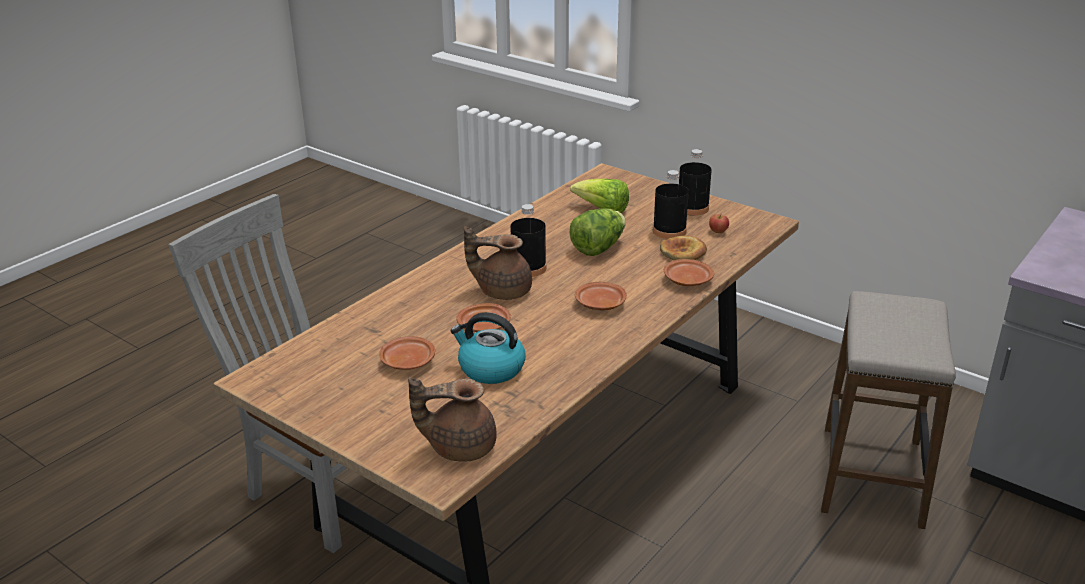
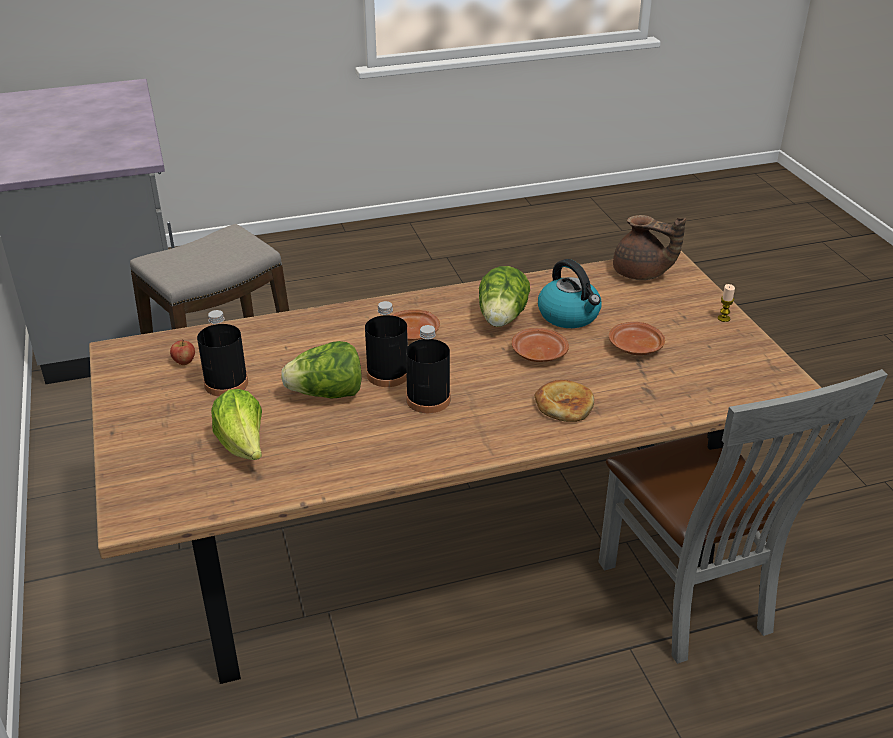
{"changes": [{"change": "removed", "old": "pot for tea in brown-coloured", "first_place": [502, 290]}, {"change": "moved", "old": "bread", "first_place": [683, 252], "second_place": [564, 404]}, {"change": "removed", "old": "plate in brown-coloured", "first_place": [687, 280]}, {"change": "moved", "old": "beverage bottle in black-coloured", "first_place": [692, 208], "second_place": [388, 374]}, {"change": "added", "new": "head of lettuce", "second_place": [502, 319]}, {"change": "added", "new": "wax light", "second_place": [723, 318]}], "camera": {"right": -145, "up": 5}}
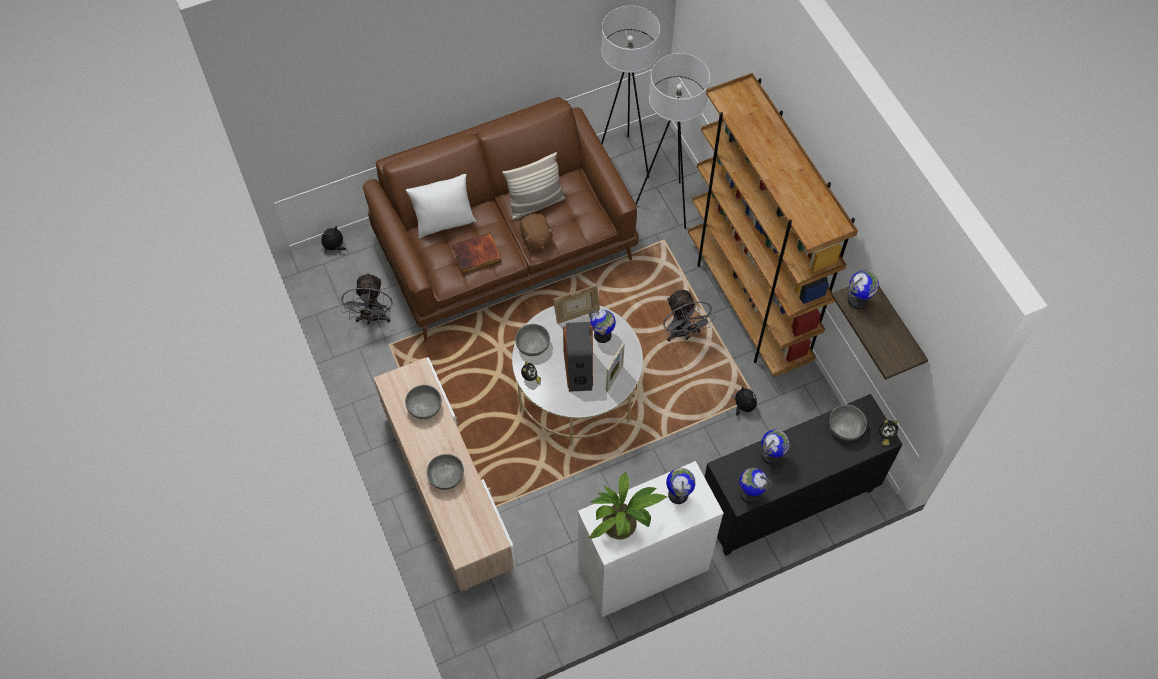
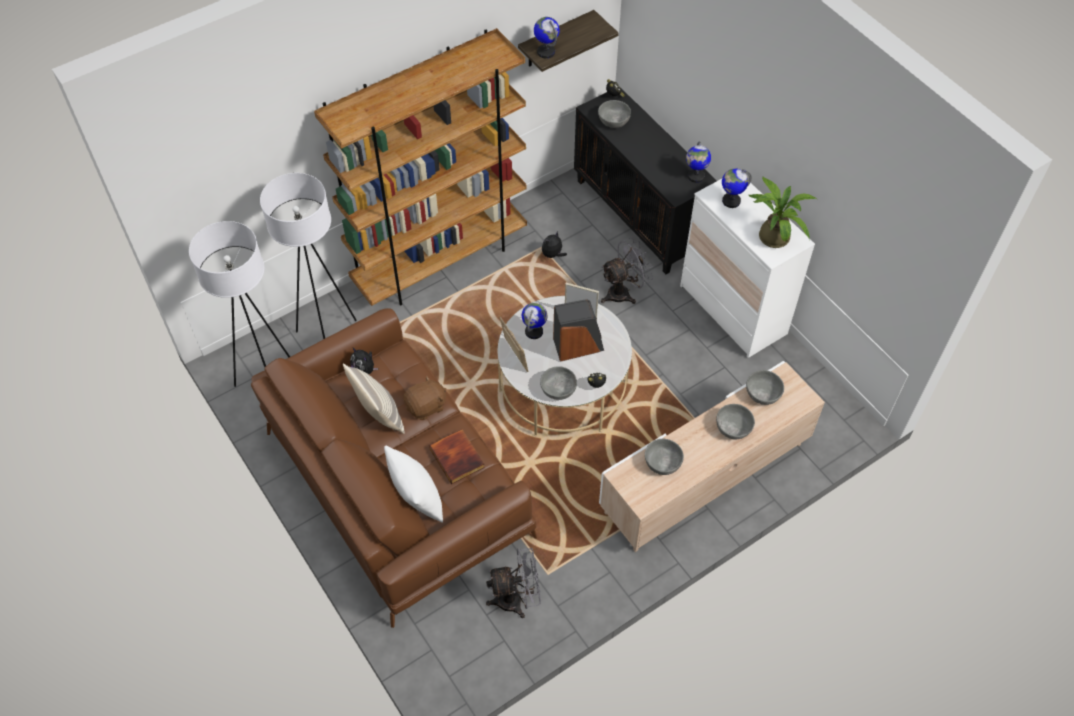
{"changes": [{"change": "moved", "old": "cuddly toy", "first_place": [334, 247], "second_place": [365, 369]}, {"change": "moved", "old": "fan in grey", "first_place": [682, 333], "second_place": [623, 292]}, {"change": "removed", "old": "desk globe", "first_place": [771, 455]}, {"change": "added", "new": "bowl in grey", "second_place": [763, 393]}], "camera": {"right": -100, "up": -5}}
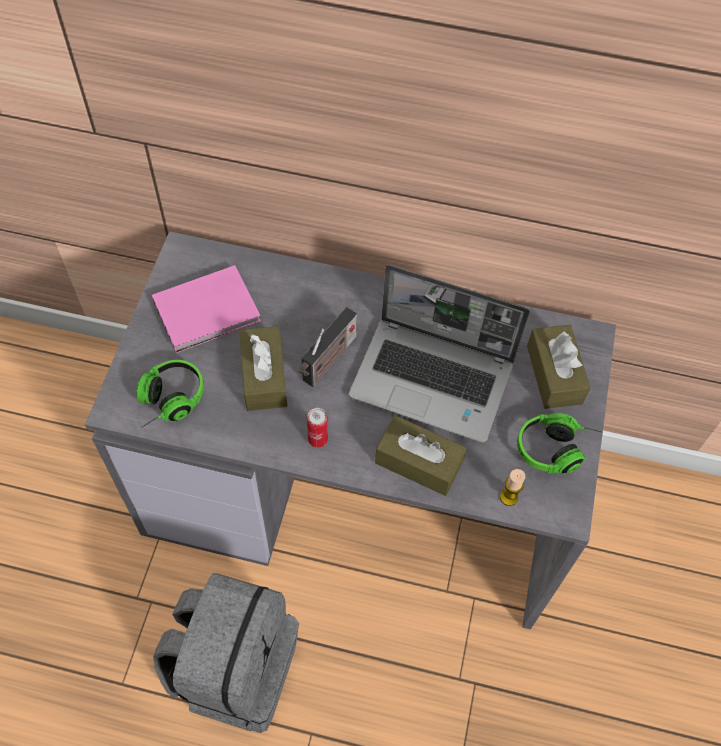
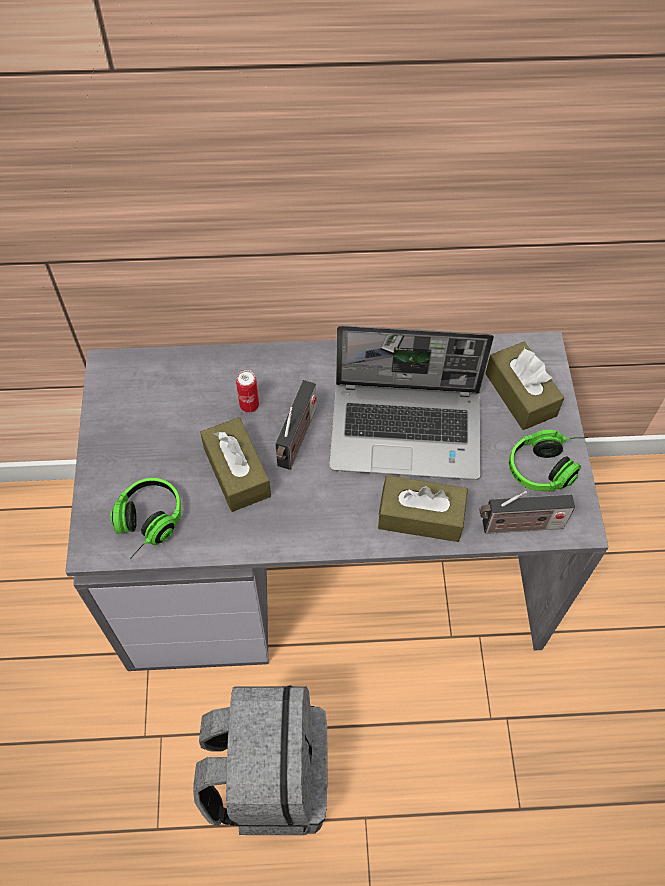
{"changes": [{"change": "removed", "old": "volume in pink", "first_place": [210, 311]}, {"change": "moved", "old": "sealed can", "first_place": [318, 439], "second_place": [249, 405]}, {"change": "replaced", "old": "wax light", "new": "radio", "first_place": [508, 497], "second_place": [519, 526]}], "camera": {"right": -15, "up": 0}}
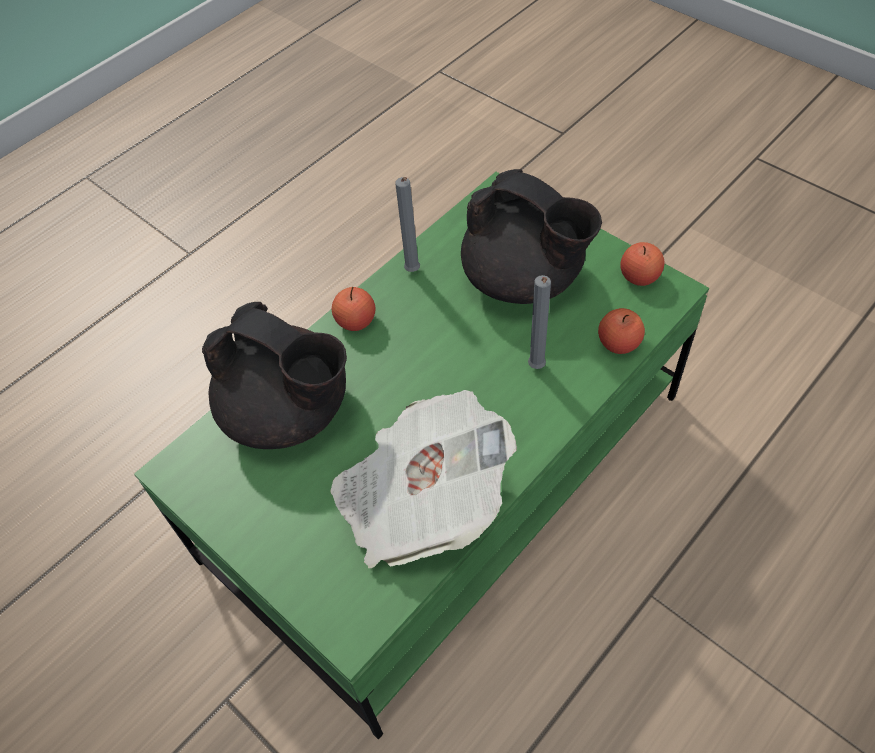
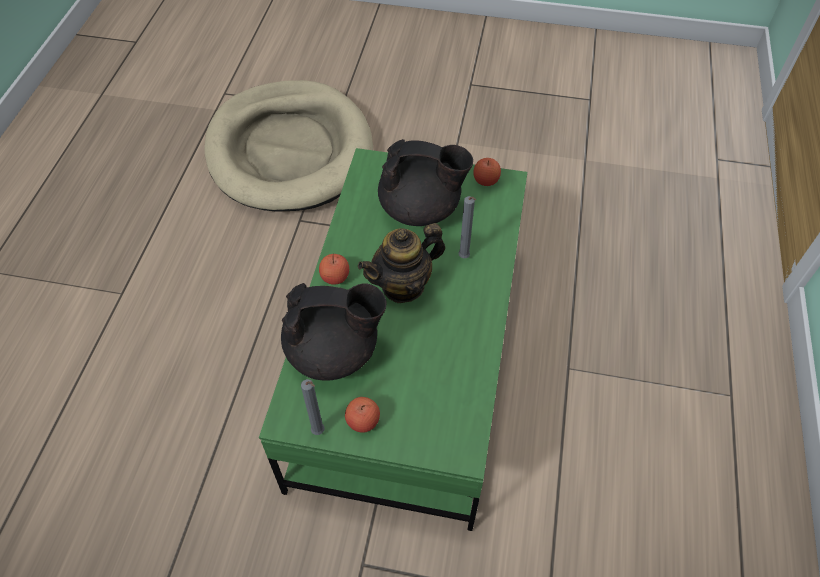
{"changes": [{"change": "removed", "old": "newspaper", "first_place": [420, 500]}, {"change": "moved", "old": "wax light in grey", "first_place": [413, 272], "second_place": [319, 432]}, {"change": "moved", "old": "apple fruit", "first_place": [618, 343], "second_place": [363, 421]}, {"change": "added", "new": "dog cushion in beige-coloured", "second_place": [290, 150]}, {"change": "added", "new": "pot for tea", "second_place": [403, 285]}], "camera": {"right": -35, "up": 0}}
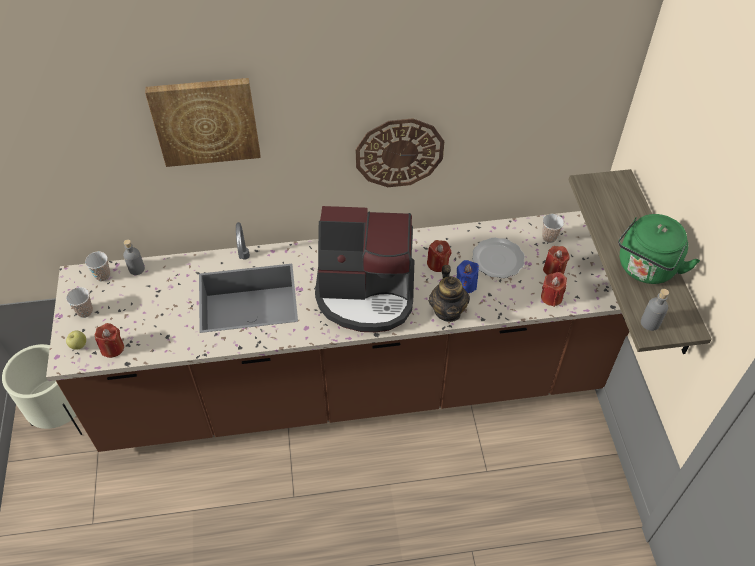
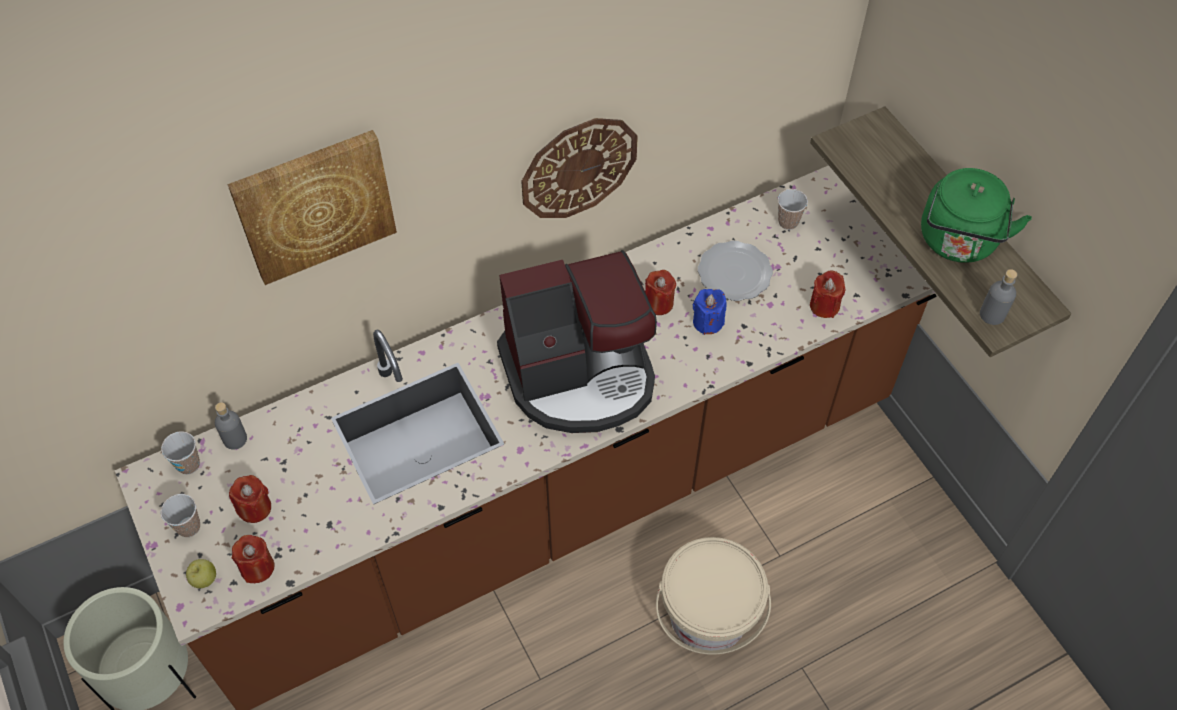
{"changes": [{"change": "removed", "old": "pot for tea", "first_place": [448, 311]}, {"change": "moved", "old": "wax light in red-coloured", "first_place": [554, 270], "second_place": [254, 508]}, {"change": "added", "new": "bucket in beige-coloured", "second_place": [708, 616]}], "camera": {"right": -20, "up": 5}}
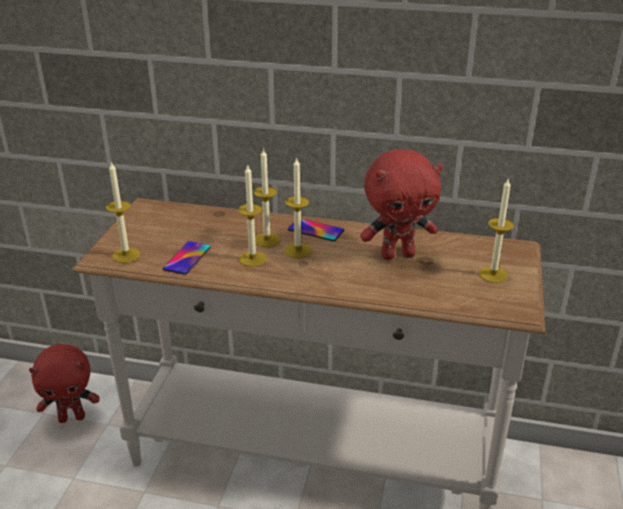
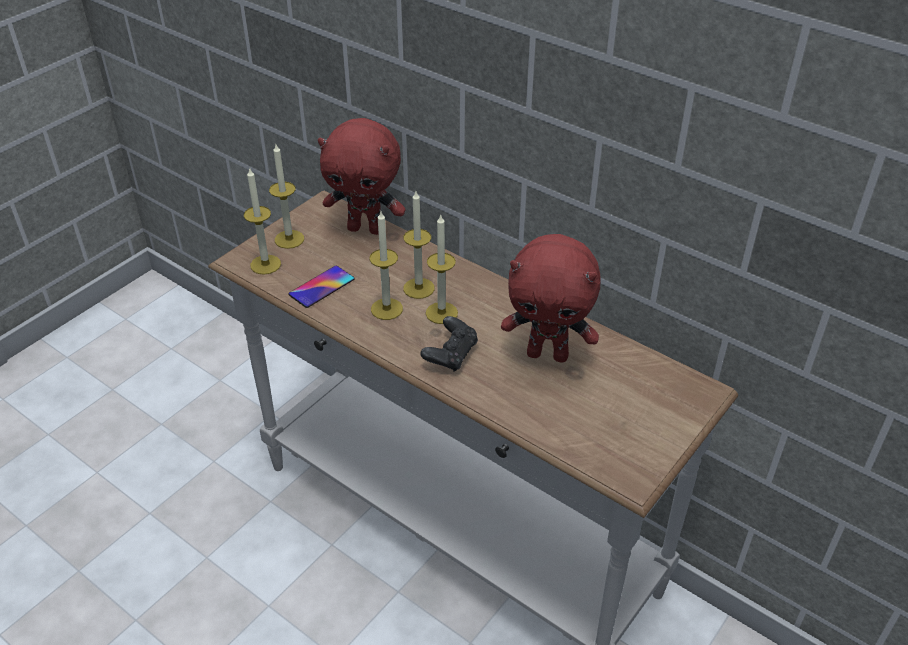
{"changes": [{"change": "moved", "old": "cuddly toy in red-coloured", "first_place": [72, 417], "second_place": [366, 228]}, {"change": "removed", "old": "phone", "first_place": [315, 230]}, {"change": "moved", "old": "wax light", "first_place": [493, 274], "second_place": [289, 239]}, {"change": "added", "new": "joypad in black-coloured", "second_place": [451, 355]}], "camera": {"right": 25, "up": 10}}
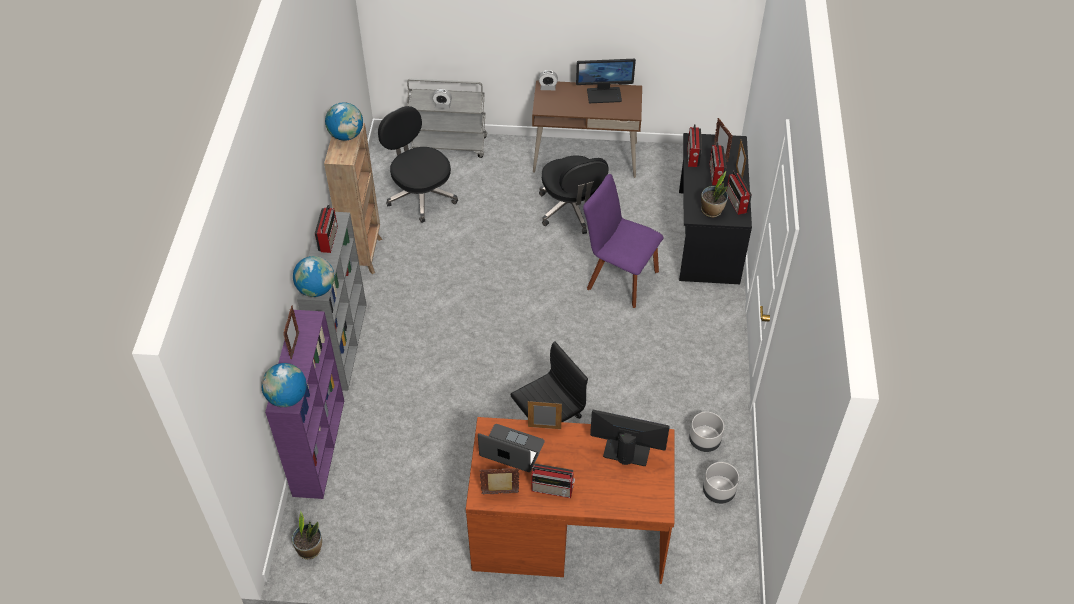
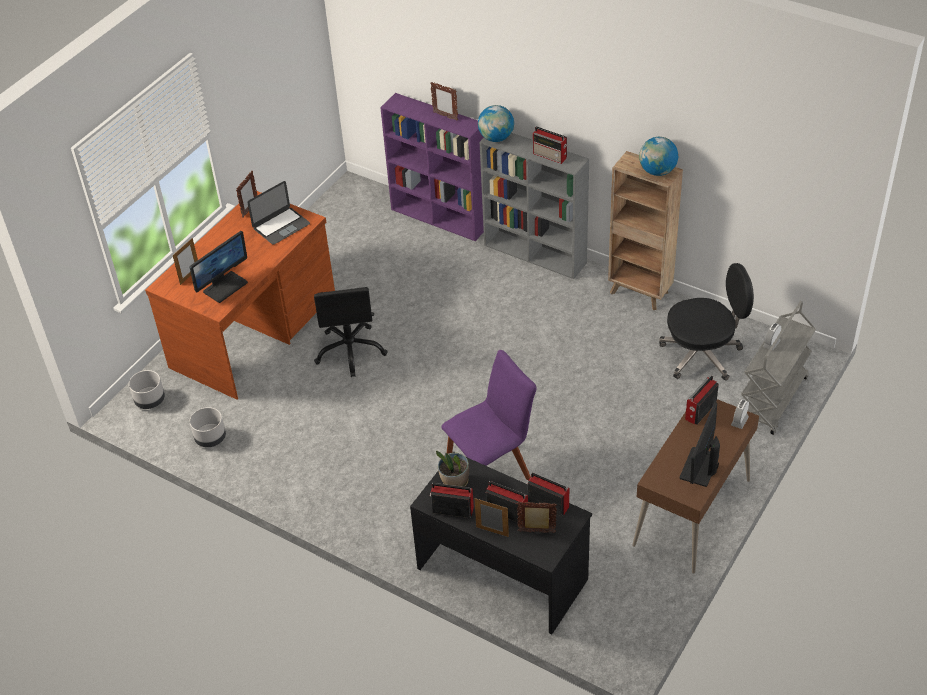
{"changes": [{"change": "removed", "old": "desk globe", "first_place": [287, 397]}, {"change": "removed", "old": "houseplant", "first_place": [310, 549]}, {"change": "moved", "old": "standing frame", "first_place": [544, 427], "second_place": [189, 276]}, {"change": "moved", "old": "radio", "first_place": [553, 489], "second_place": [699, 411]}, {"change": "removed", "old": "computer chair in black-coloured", "first_place": [572, 209]}, {"change": "moved", "old": "plant pot in grey", "first_place": [705, 441], "second_place": [150, 400]}], "camera": {"right": 120, "up": -5}}
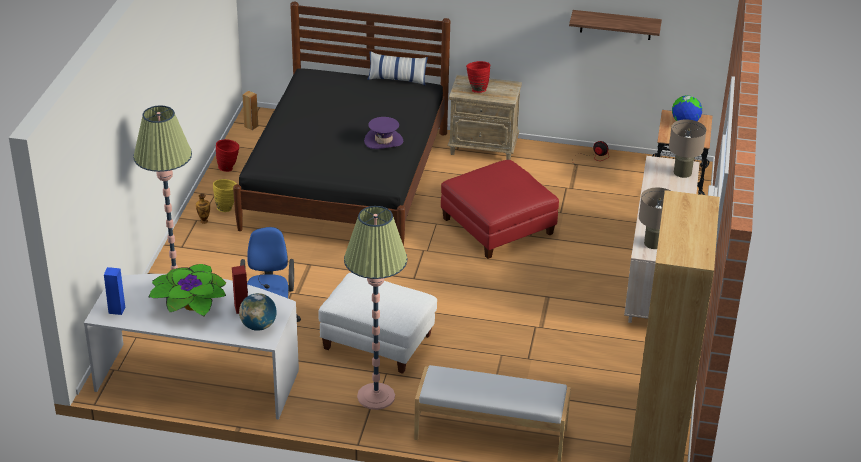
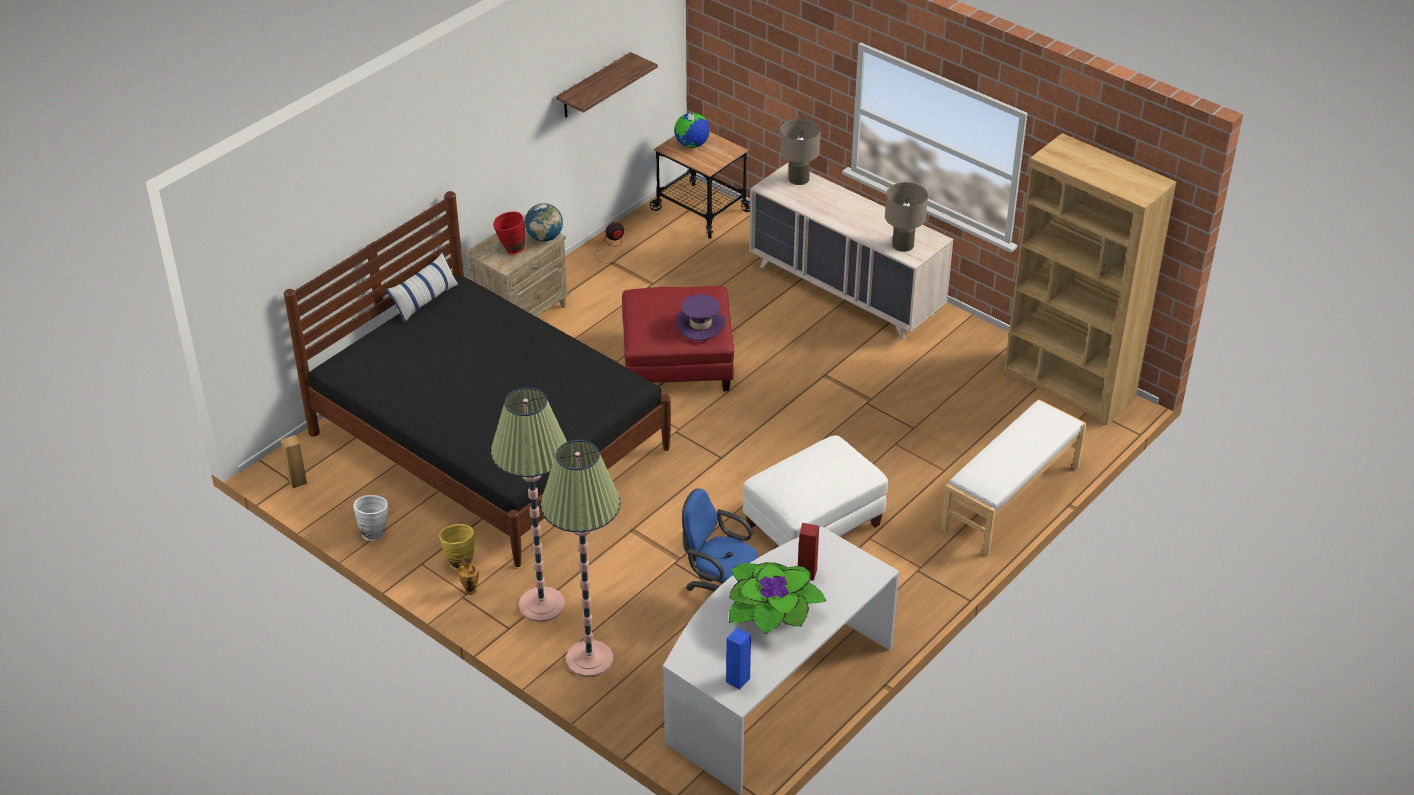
{"changes": [{"change": "recoloured", "old": "flower vase in red-coloured", "new": "flower vase in white-coloured", "first_place": [229, 168], "second_place": [374, 532]}, {"change": "moved", "old": "desk globe", "first_place": [258, 326], "second_place": [544, 237]}, {"change": "moved", "old": "standing lamp", "first_place": [376, 396], "second_place": [541, 605]}, {"change": "moved", "old": "hat in purple-coloured", "first_place": [383, 141], "second_place": [700, 325]}], "camera": {"right": -60, "up": 5}}
